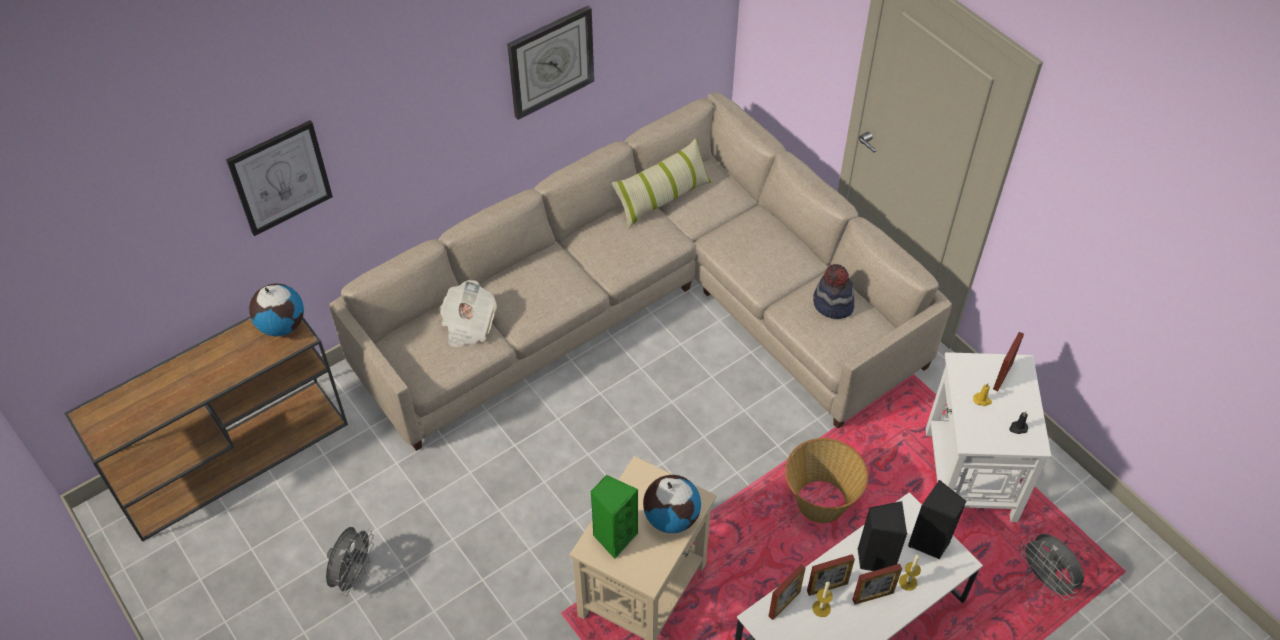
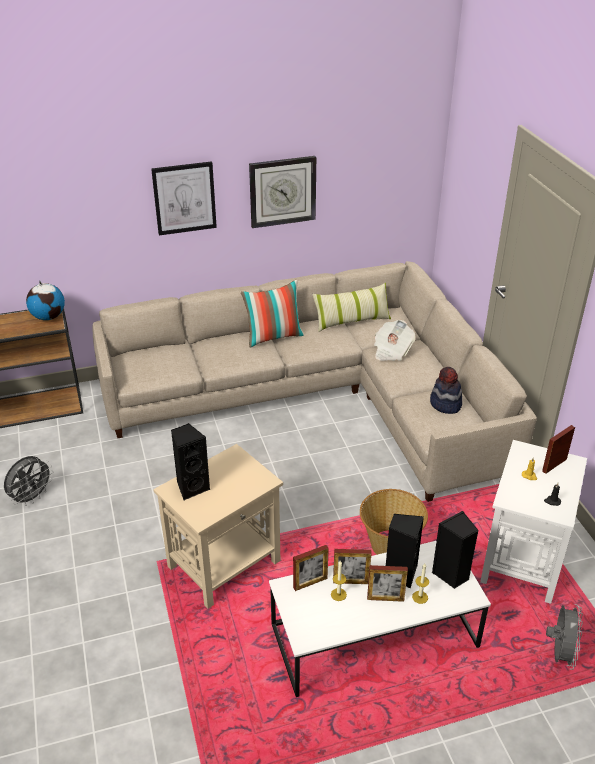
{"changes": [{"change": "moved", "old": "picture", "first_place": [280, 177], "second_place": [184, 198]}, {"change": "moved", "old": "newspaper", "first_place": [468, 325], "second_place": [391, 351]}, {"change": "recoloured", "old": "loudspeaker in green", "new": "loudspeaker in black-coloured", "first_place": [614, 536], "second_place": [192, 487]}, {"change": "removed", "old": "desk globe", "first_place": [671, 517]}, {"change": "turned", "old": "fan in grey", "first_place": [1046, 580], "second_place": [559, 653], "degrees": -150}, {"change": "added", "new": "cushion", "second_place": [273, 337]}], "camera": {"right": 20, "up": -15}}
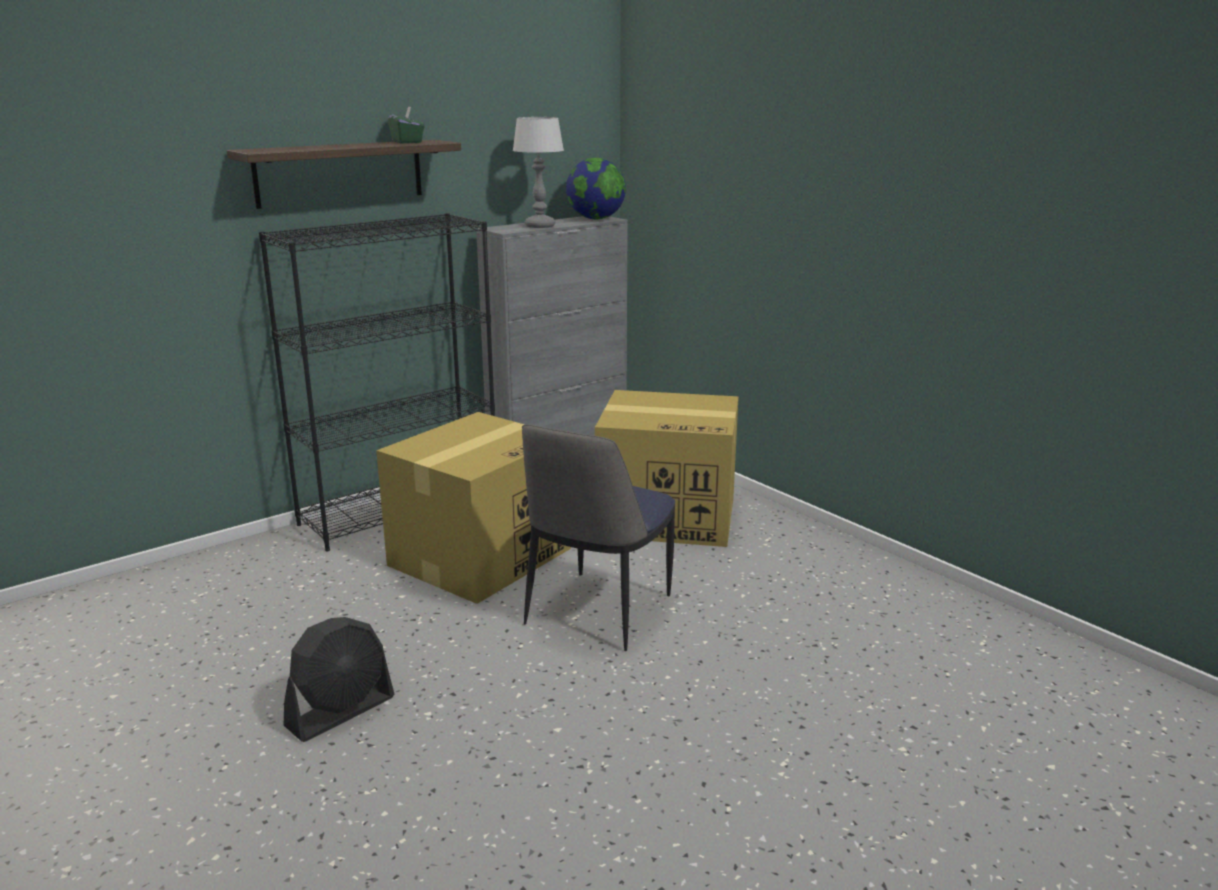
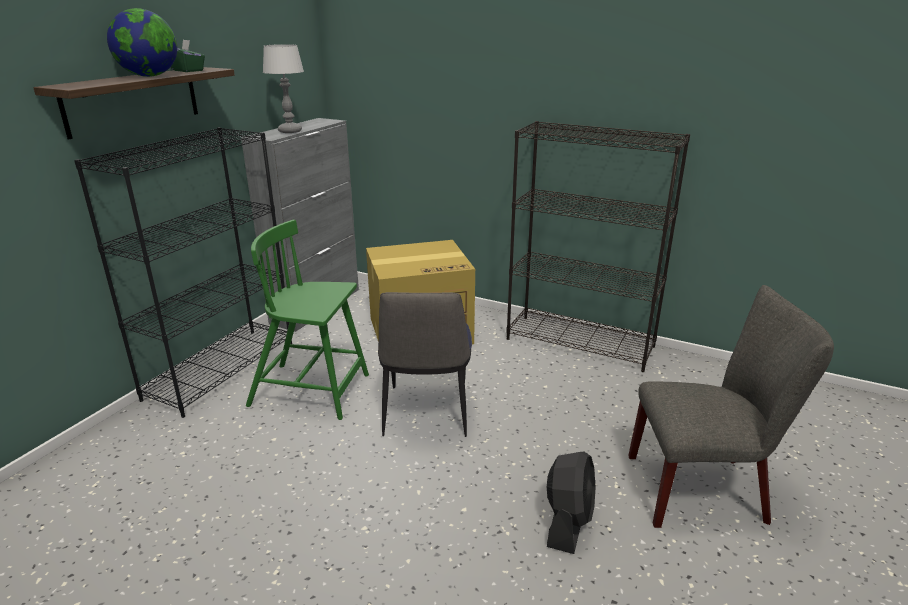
{"changes": [{"change": "moved", "old": "fan in black-coloured", "first_place": [341, 711], "second_place": [568, 521]}, {"change": "replaced", "old": "cardboard box", "new": "upright chair in green", "first_place": [481, 556], "second_place": [312, 391]}, {"change": "moved", "old": "desk globe", "first_place": [596, 219], "second_place": [149, 76]}, {"change": "added", "new": "bookcase in black-coloured", "second_place": [580, 343]}, {"change": "added", "new": "upright chair in grey", "second_place": [705, 489]}], "camera": {"right": -25, "up": 5}}
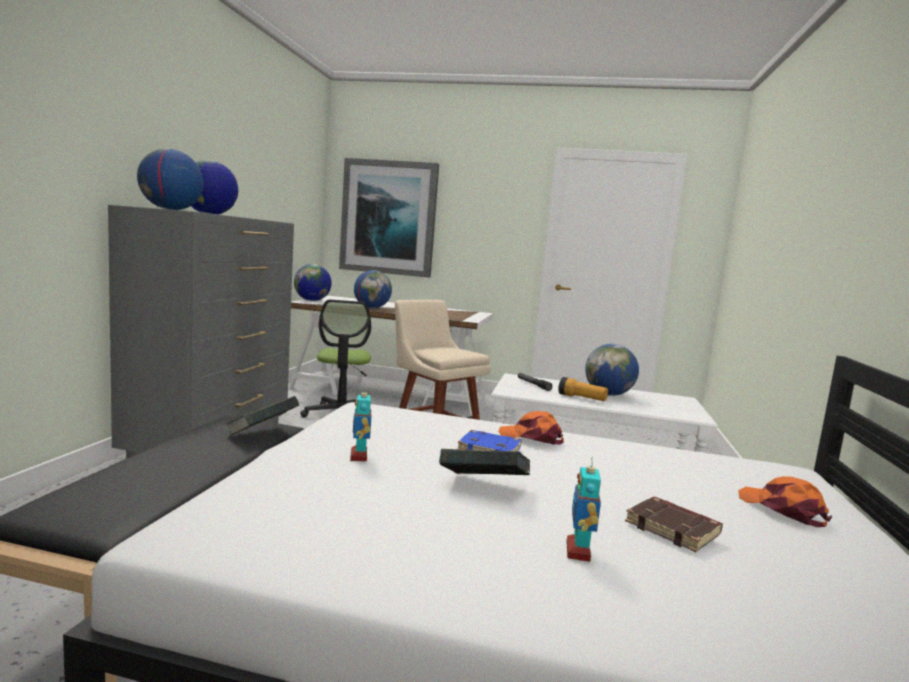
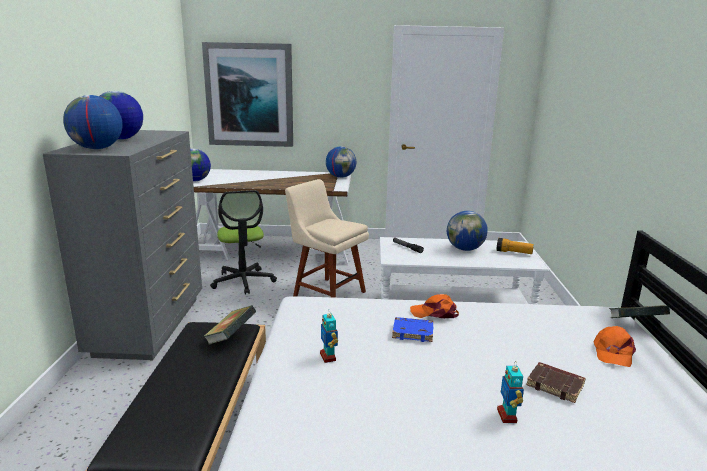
{"changes": [{"change": "moved", "old": "desk globe", "first_place": [372, 308], "second_place": [341, 177]}, {"change": "moved", "old": "volume", "first_place": [483, 487], "second_place": [635, 325]}, {"change": "moved", "old": "torch", "first_place": [581, 398], "second_place": [514, 252]}, {"change": "turned", "old": "cap in orange", "first_place": [782, 509], "second_place": [613, 352], "degrees": -120}], "camera": {"right": -10, "up": 10}}
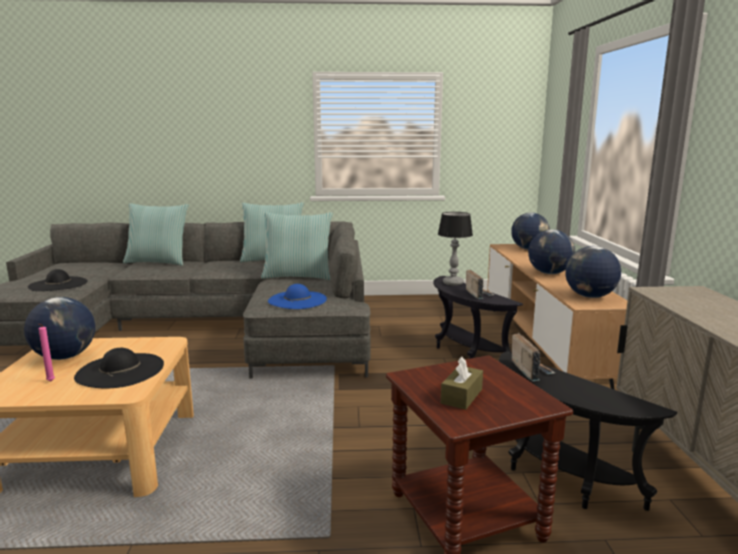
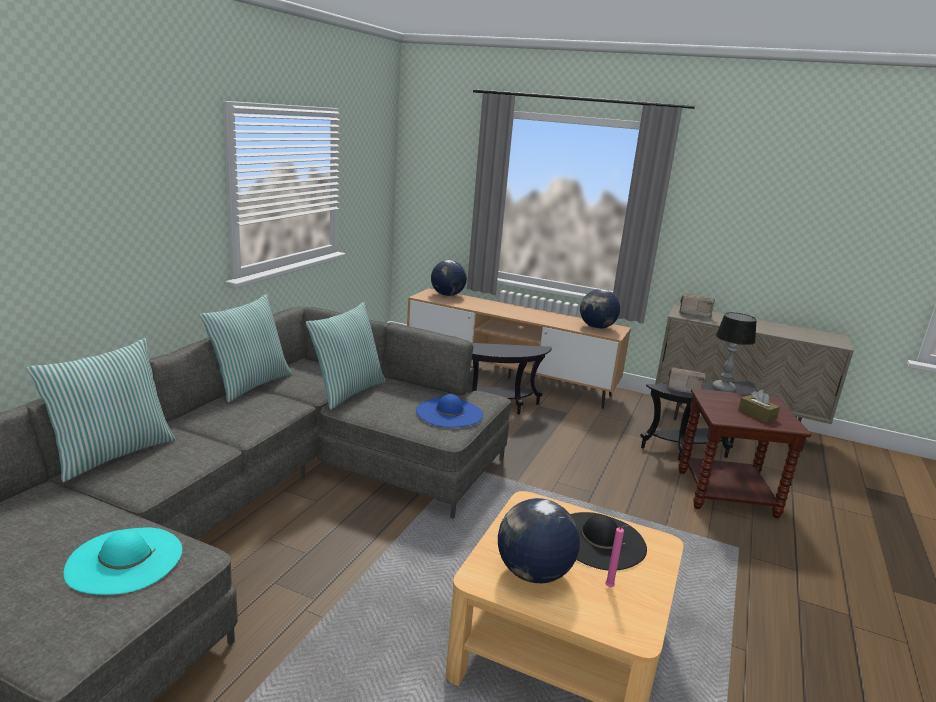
{"changes": [{"change": "recoloured", "old": "hat in black-coloured", "new": "hat in blue-green", "first_place": [58, 284], "second_place": [124, 560]}, {"change": "moved", "old": "tabletop lamp", "first_place": [452, 283], "second_place": [723, 389]}, {"change": "moved", "old": "radio", "first_place": [478, 294], "second_place": [693, 314]}, {"change": "removed", "old": "desk globe", "first_place": [549, 273]}], "camera": {"right": -65, "up": 5}}
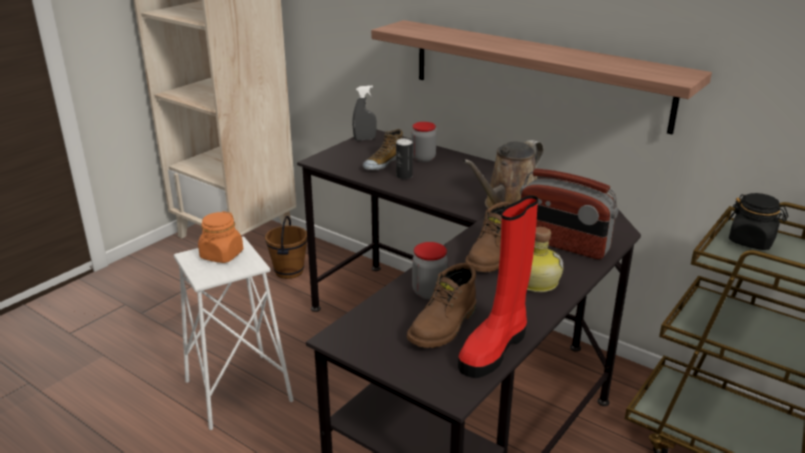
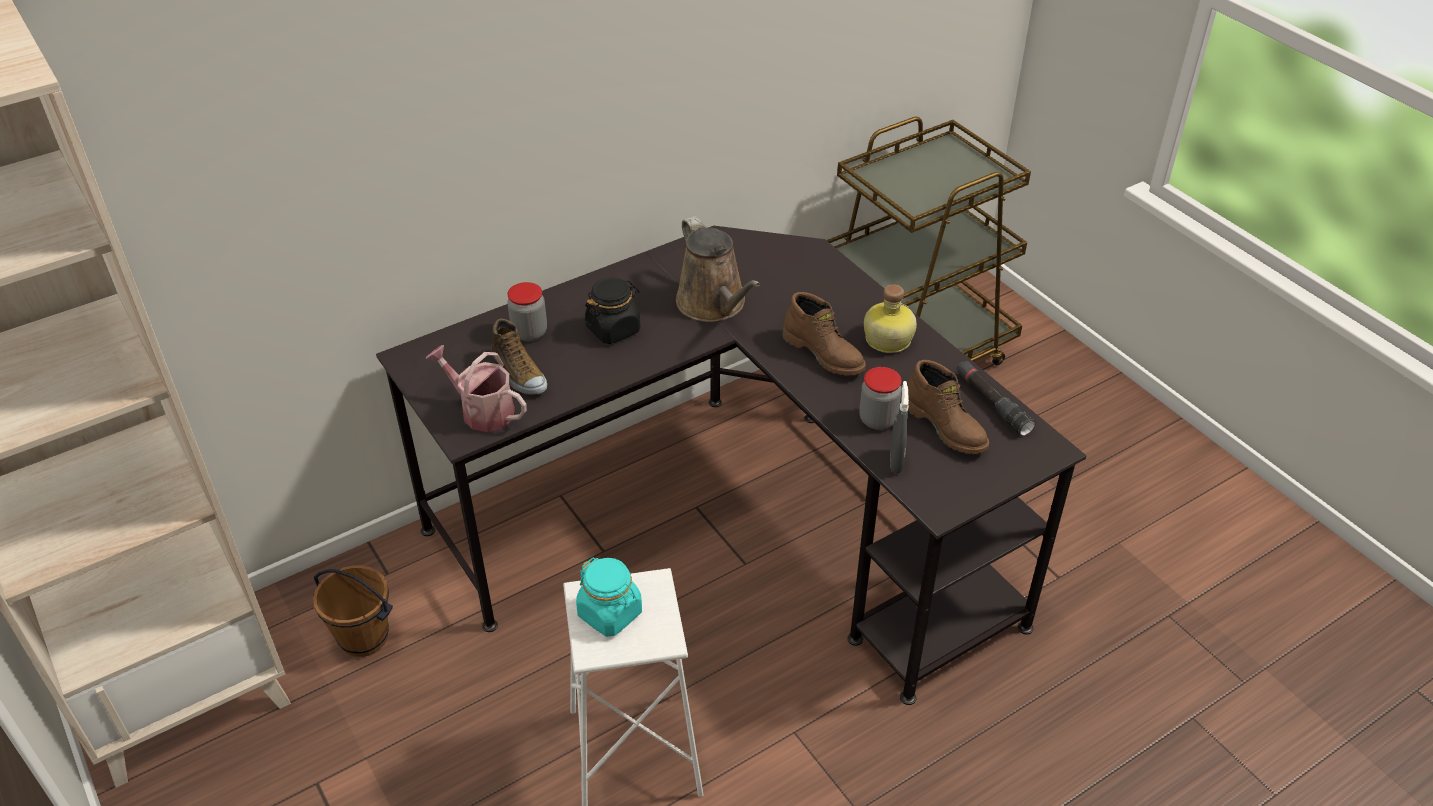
{"changes": [{"change": "recoloured", "old": "storage jar in orange", "new": "storage jar in blue-green", "first_place": [221, 255], "second_place": [610, 613]}, {"change": "moved", "old": "spray bottle in grey", "first_place": [365, 139], "second_place": [896, 462]}, {"change": "removed", "old": "bracket shelf", "first_place": [536, 73]}, {"change": "removed", "old": "sealed can", "first_place": [404, 176]}, {"change": "replaced", "old": "boot in red-coloured", "new": "torch in black-coloured", "first_place": [495, 348], "second_place": [992, 403]}, {"change": "removed", "old": "radio", "first_place": [562, 244]}, {"change": "moved", "old": "storage jar in black-coloured", "first_place": [751, 241], "second_place": [613, 329]}, {"change": "added", "new": "watering can", "second_place": [482, 411]}], "camera": {"right": -70, "up": 15}}
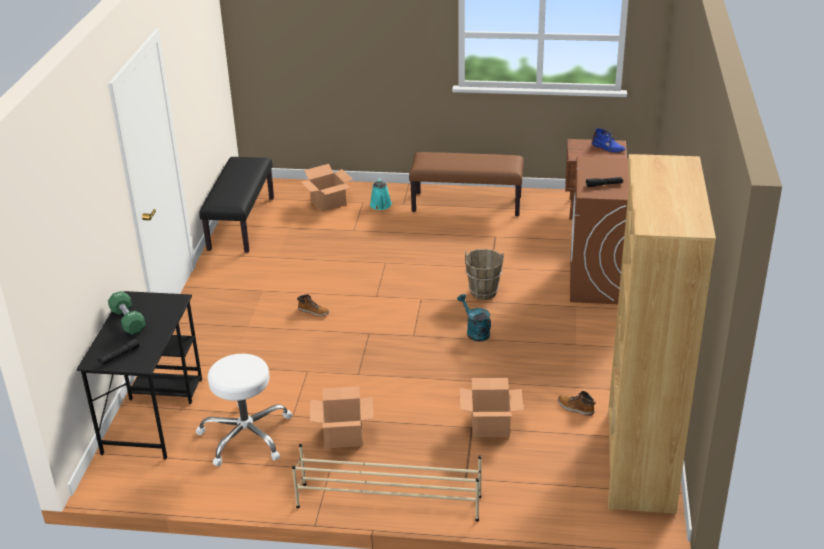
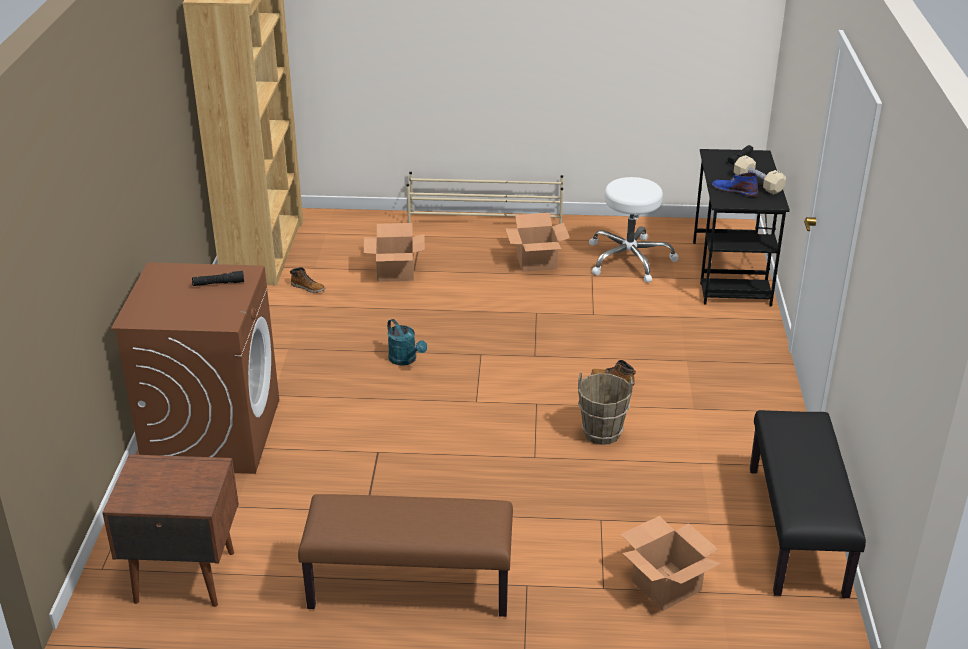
{"changes": [{"change": "recoloured", "old": "dumbbell in green", "new": "dumbbell in beige-coloured", "first_place": [128, 321], "second_place": [758, 184]}, {"change": "removed", "old": "watering can in blue-green", "first_place": [381, 205]}, {"change": "moved", "old": "bucket in brown-coloured", "first_place": [483, 292], "second_place": [602, 433]}, {"change": "moved", "old": "boot in bluish", "first_place": [608, 148], "second_place": [734, 190]}], "camera": {"right": 175, "up": 0}}
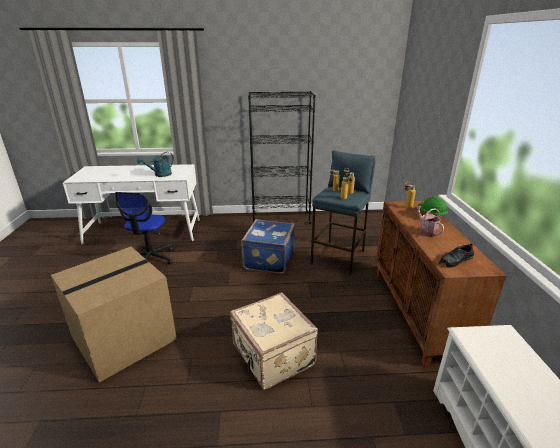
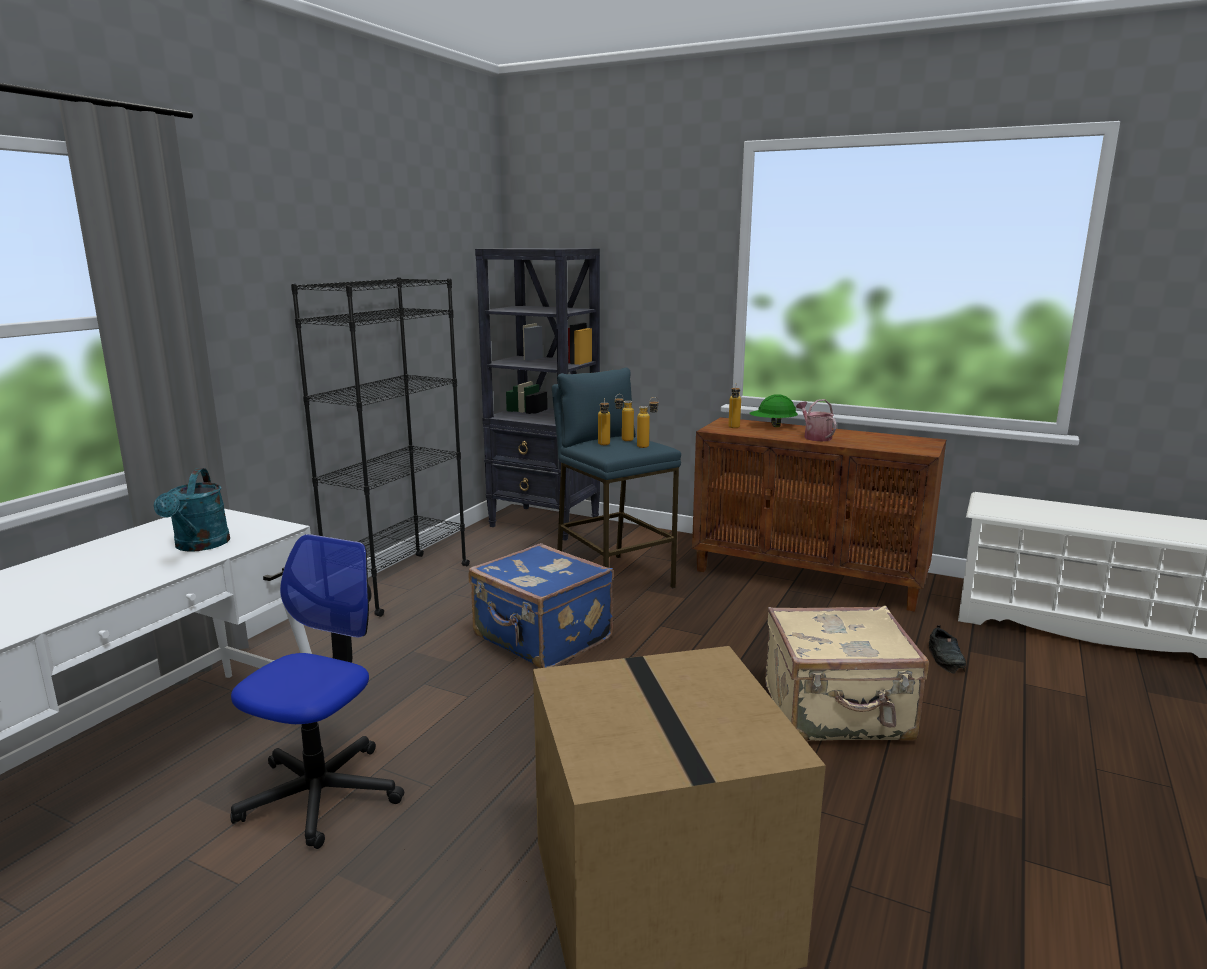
{"changes": [{"change": "turned", "old": "computer chair", "first_place": [150, 258], "second_place": [321, 794], "degrees": -105}, {"change": "turned", "old": "watering can", "first_place": [426, 231], "second_place": [815, 437], "degrees": 60}, {"change": "moved", "old": "item of footwear in black-coloured", "first_place": [455, 260], "second_place": [946, 658]}, {"change": "added", "new": "bookcase in black-coloured", "second_place": [545, 523]}], "camera": {"right": -60, "up": -10}}
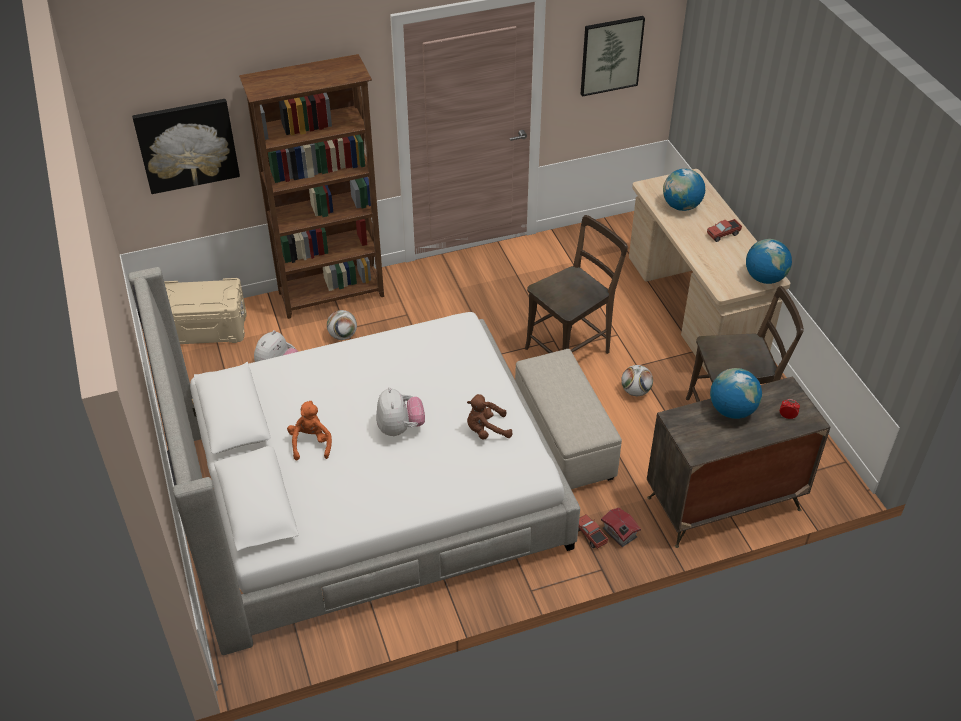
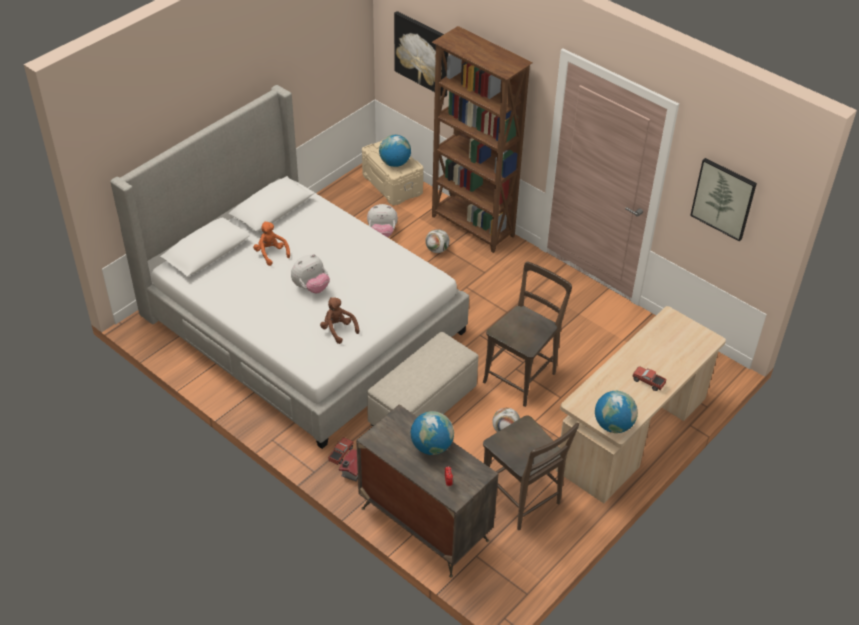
{"changes": [{"change": "turned", "old": "cuddly toy in orange", "first_place": [311, 443], "second_place": [271, 253], "degrees": -90}, {"change": "turned", "old": "upright chair in brown-coloured", "first_place": [571, 348], "second_place": [522, 375], "degrees": -75}, {"change": "moved", "old": "desk globe", "first_place": [681, 206], "second_place": [395, 163]}], "camera": {"right": 60, "up": 0}}
